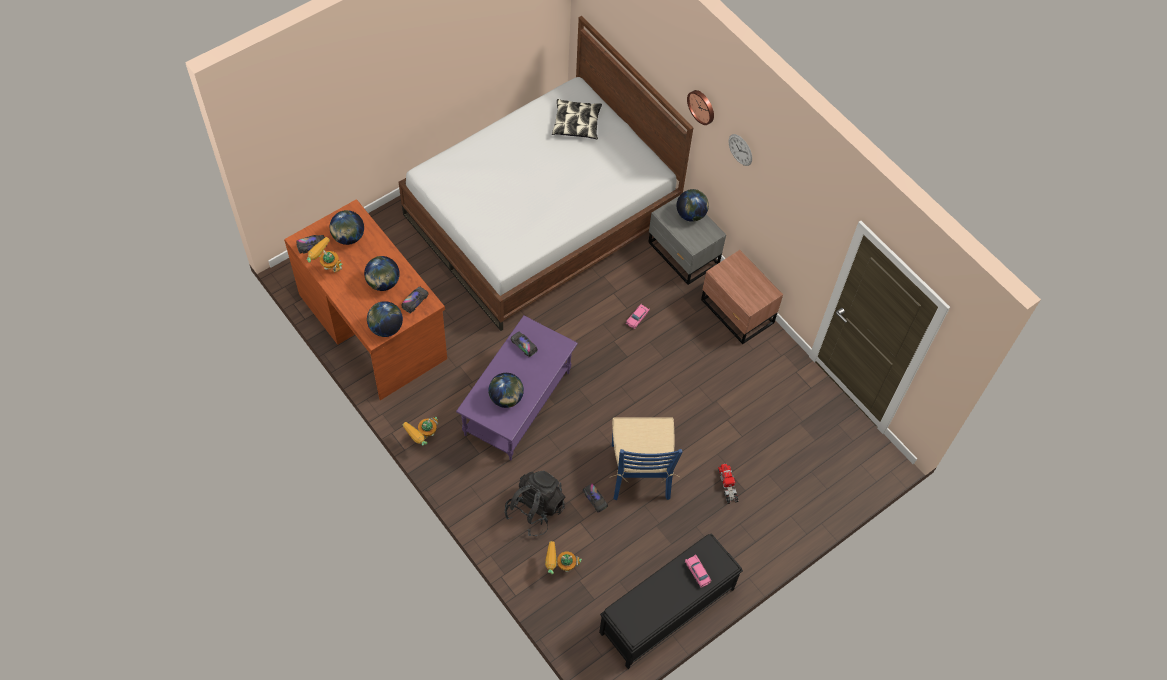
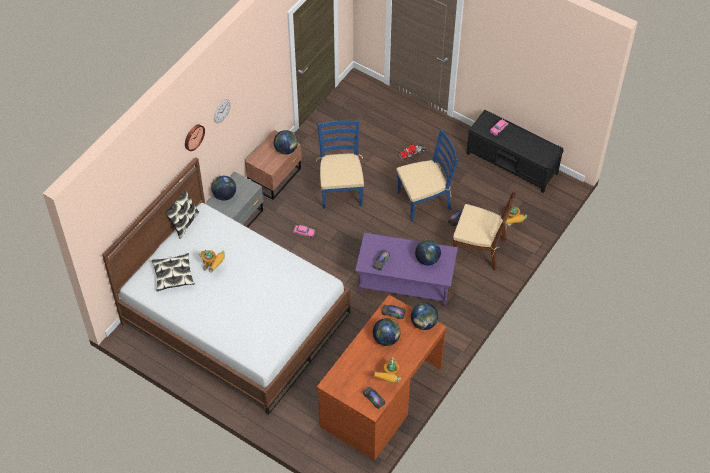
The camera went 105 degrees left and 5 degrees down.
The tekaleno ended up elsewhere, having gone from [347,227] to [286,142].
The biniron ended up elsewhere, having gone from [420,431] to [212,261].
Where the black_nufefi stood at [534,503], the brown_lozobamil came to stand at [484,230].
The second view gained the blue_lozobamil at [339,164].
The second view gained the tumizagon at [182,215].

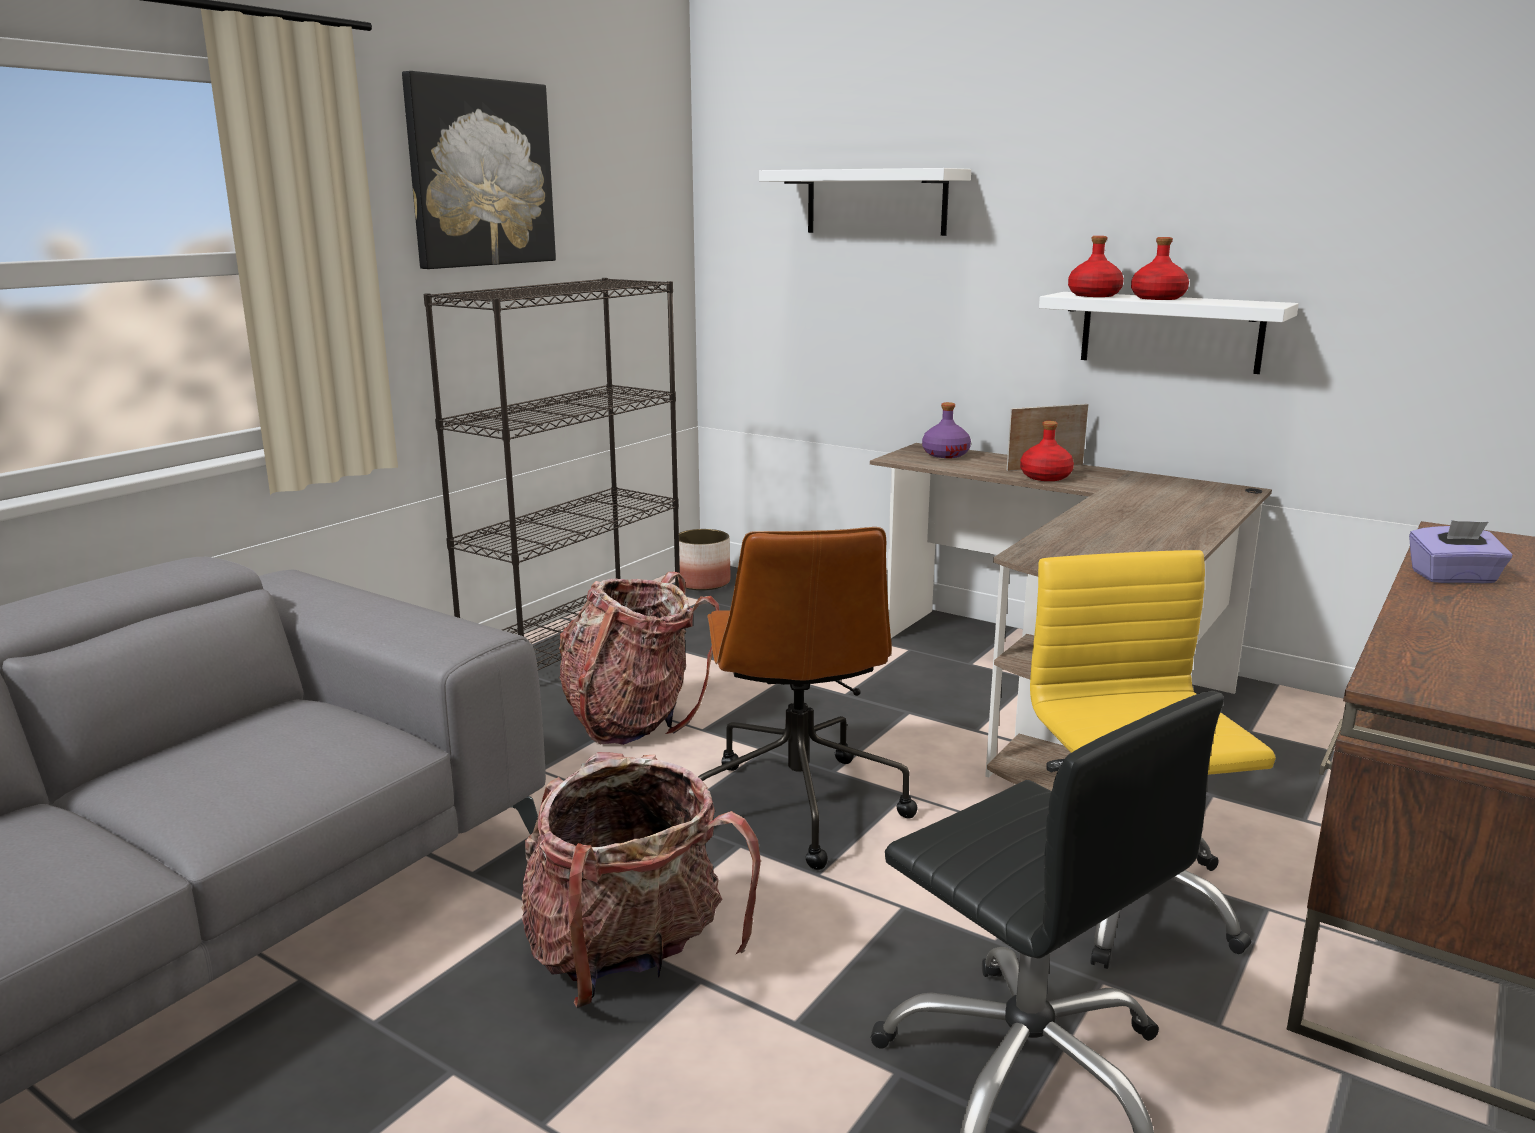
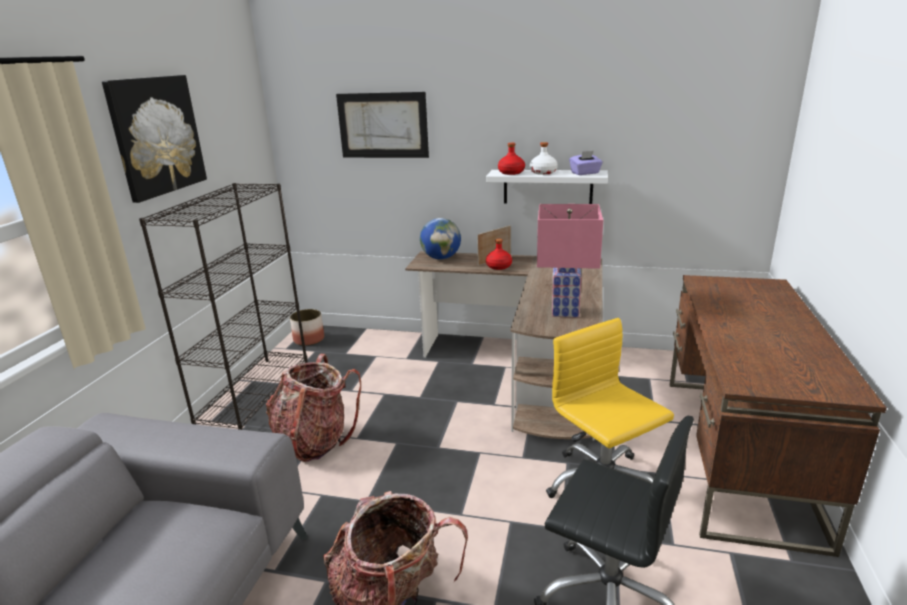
The camera went 20 degrees left and 5 degrees up.
Where the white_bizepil hung at [865,202], the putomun came to hang at [382,125].
What was the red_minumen at [1160,268] turned into the white_minumen at [544,158].
Where the purple_minumen stood at [946,430], the tekaleno came to stand at [440,238].
The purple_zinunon ended up elsewhere, having gone from [1460,551] to [586,163].
The second view lost the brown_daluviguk at [807,698].
The second view gained the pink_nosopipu at [570,261].

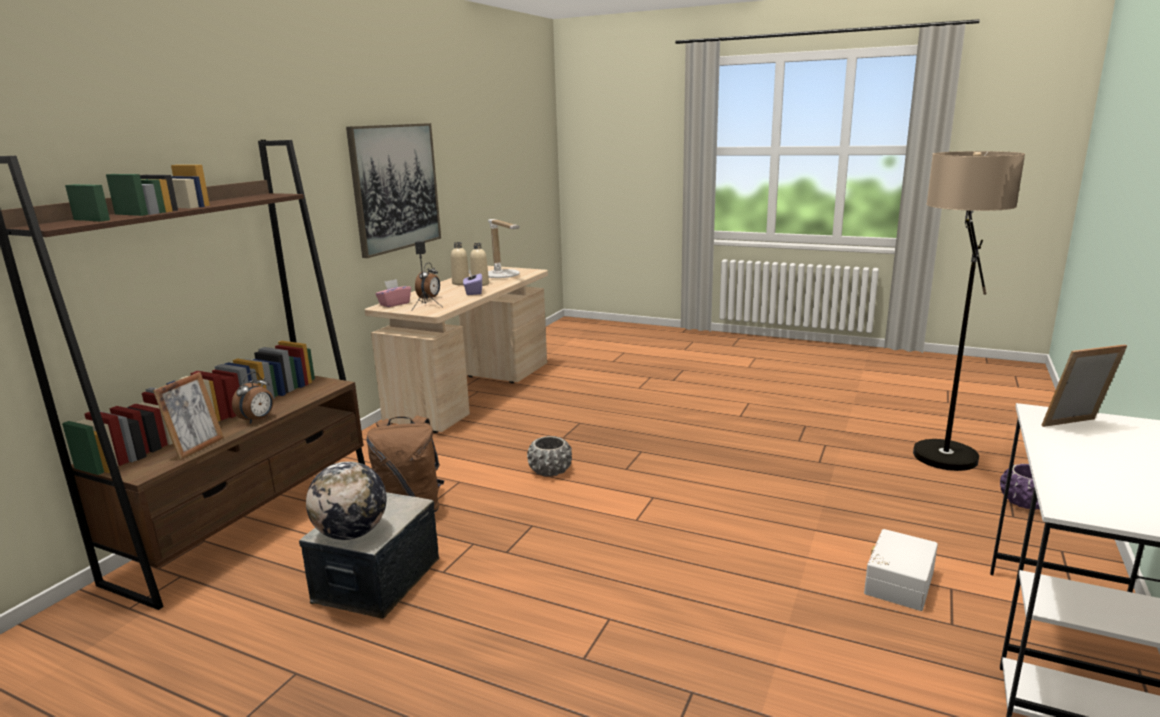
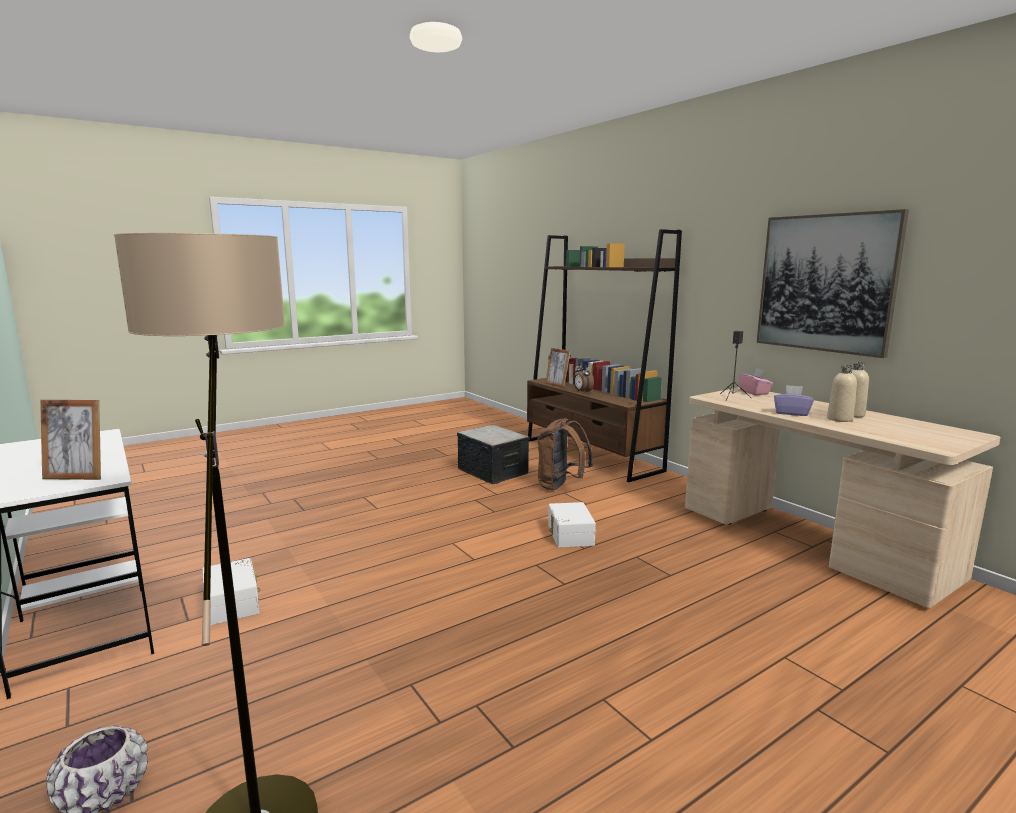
The camera went 120 degrees right and 5 degrees down.
The second view lost the nosopipu at [504,248].
The second view lost the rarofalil at [427,281].
The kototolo at [1084,385] ended up facing another way, 75 degrees clockwise from before.
Where the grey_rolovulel stood at [549,456], the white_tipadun came to stand at [572,525].
The second view lost the tekaleno at [346,500].

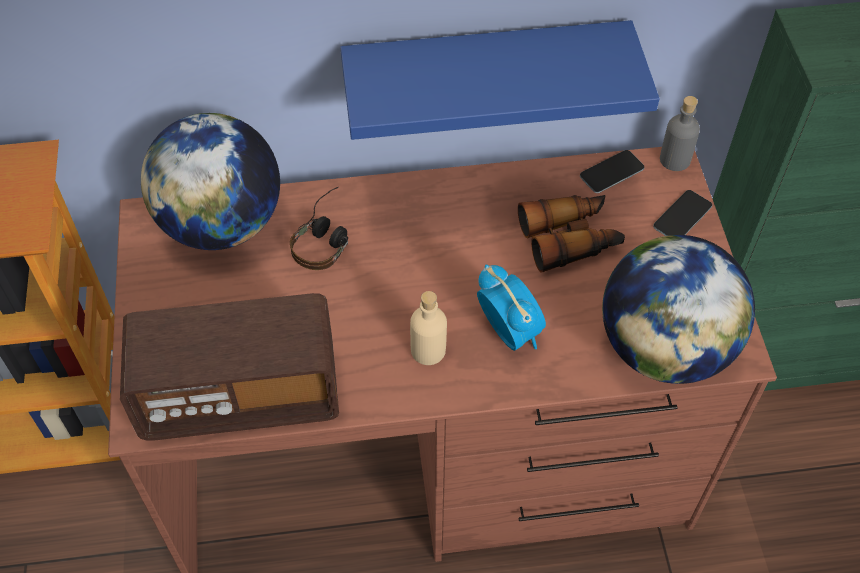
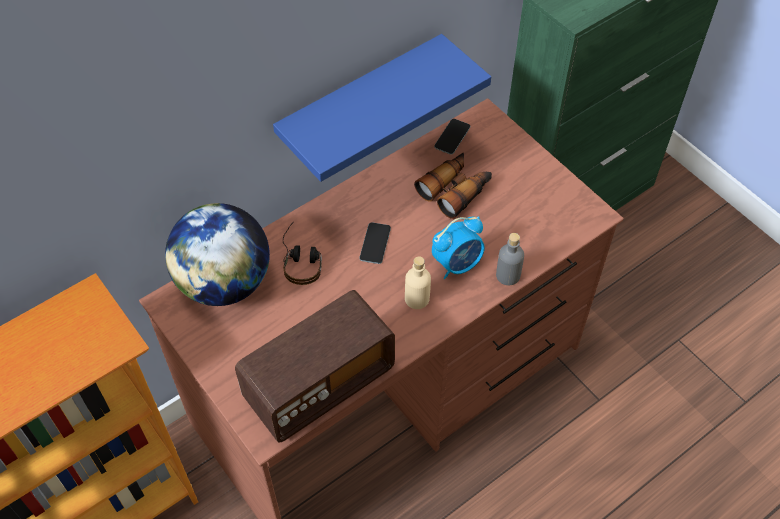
The camera went 30 degrees left and 0 degrees up.
The grey_minumen ended up elsewhere, having gone from [680,133] to [510,259].
The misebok ended up elsewhere, having gone from [682,213] to [375,243].
The second view lost the tekaleno at [678,309].
The rarofalil at [511,307] ended up facing another way, 120 degrees clockwise from before.

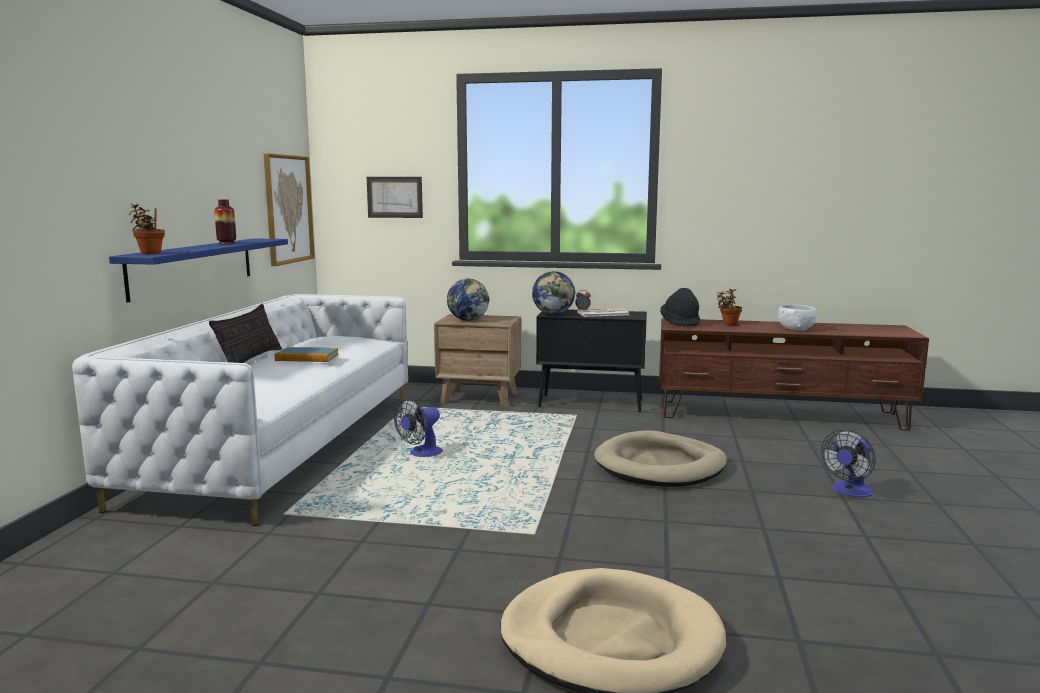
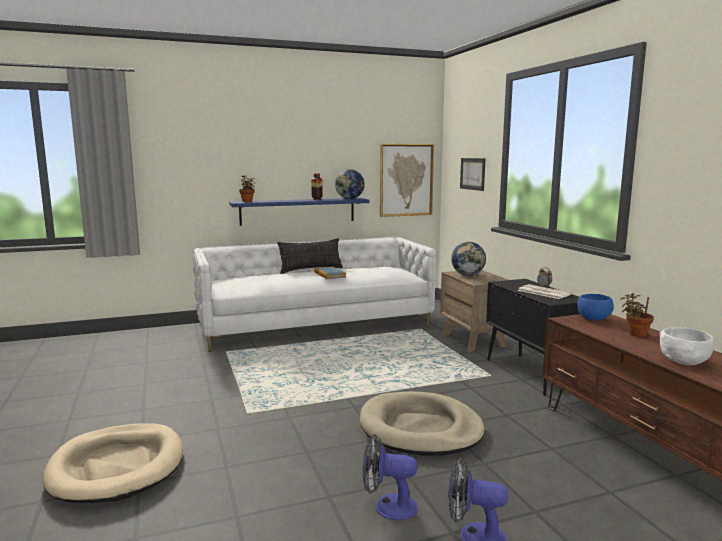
The camera went 60 degrees right and 0 degrees up.
The tekaleno ended up elsewhere, having gone from [553,293] to [350,184].
Where the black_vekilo stood at [680,307], the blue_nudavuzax came to stand at [595,307].
The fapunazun ended up elsewhere, having gone from [418,428] to [390,477].

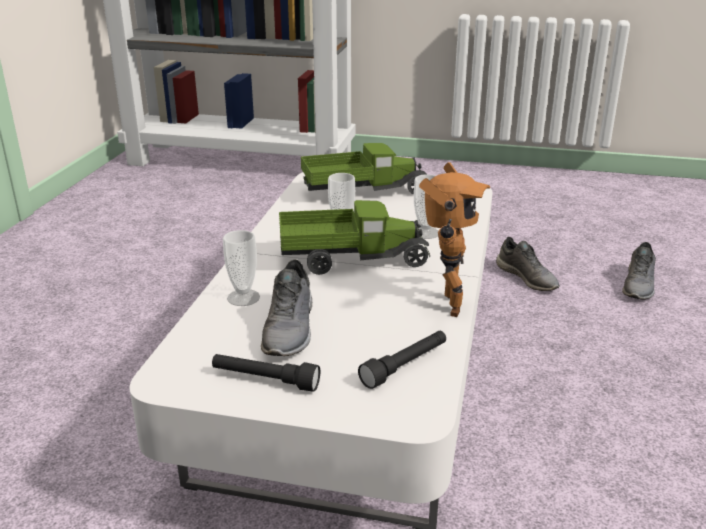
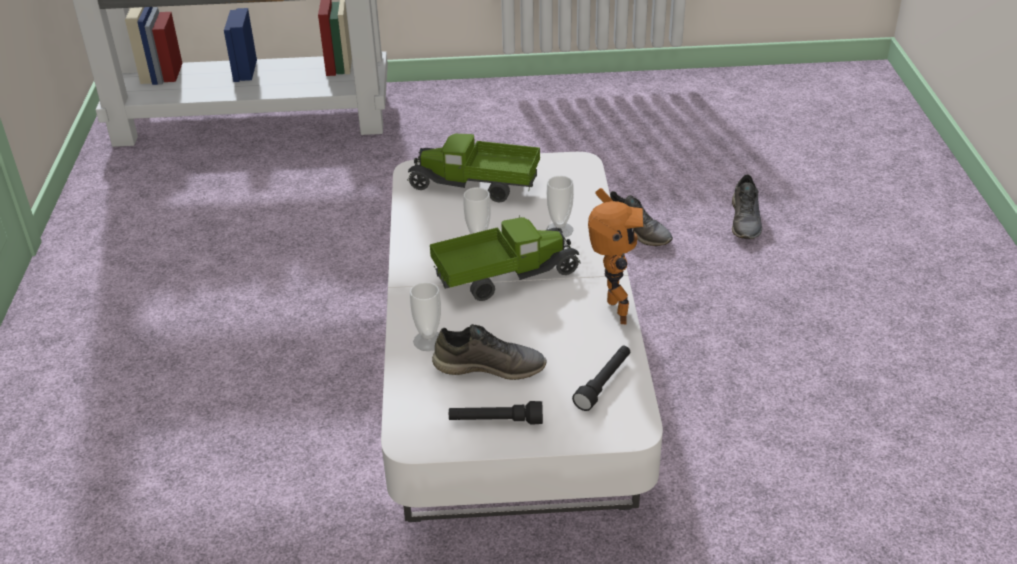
The camera went 15 degrees left and 10 degrees up.
The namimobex at [363,168] ended up facing another way, 135 degrees counterclockwise from before.
The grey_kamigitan at [286,307] ended up facing another way, 75 degrees counterclockwise from before.

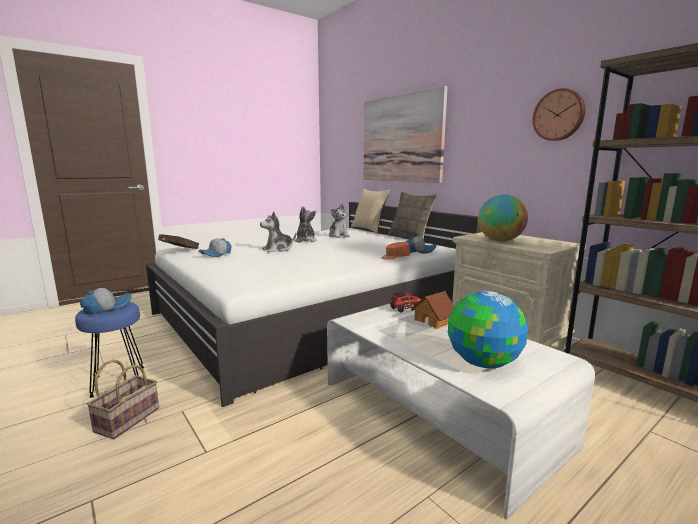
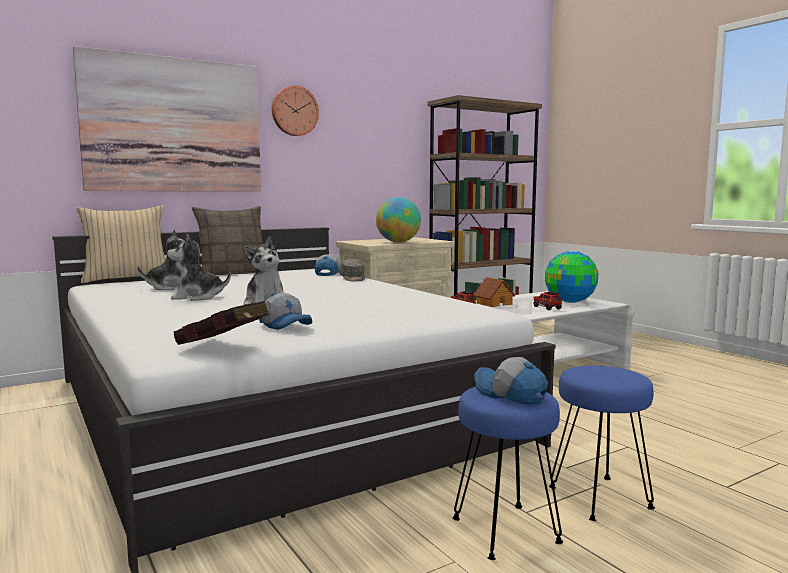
The camera went 85 degrees left and 5 degrees down.
The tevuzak ended up elsewhere, having gone from [558,114] to [295,110].
What was the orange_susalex at [395,251] turned into the grey_susalex at [352,270].
Where the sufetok stood at [123,399], the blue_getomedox came to stand at [602,443].
The second view gained the namimobex at [548,300].

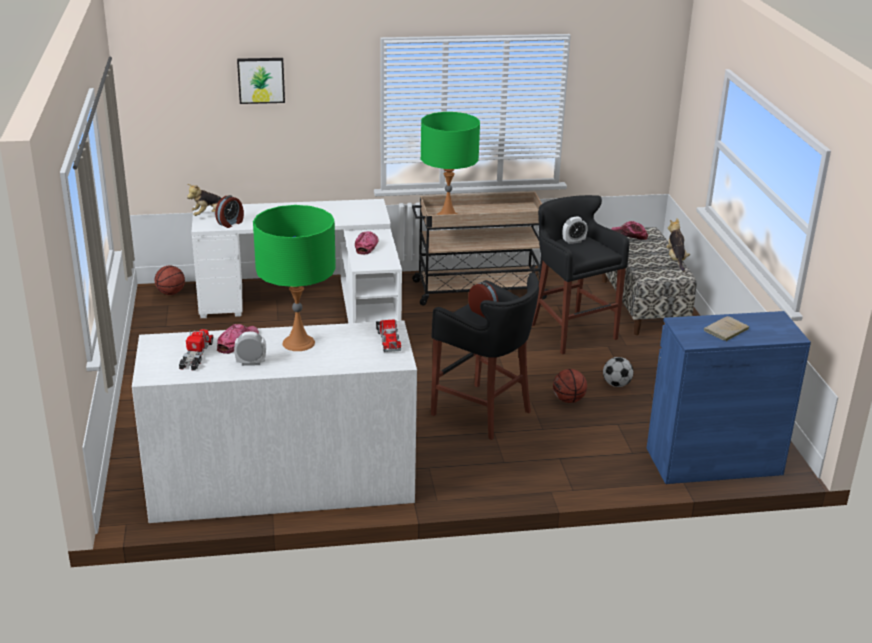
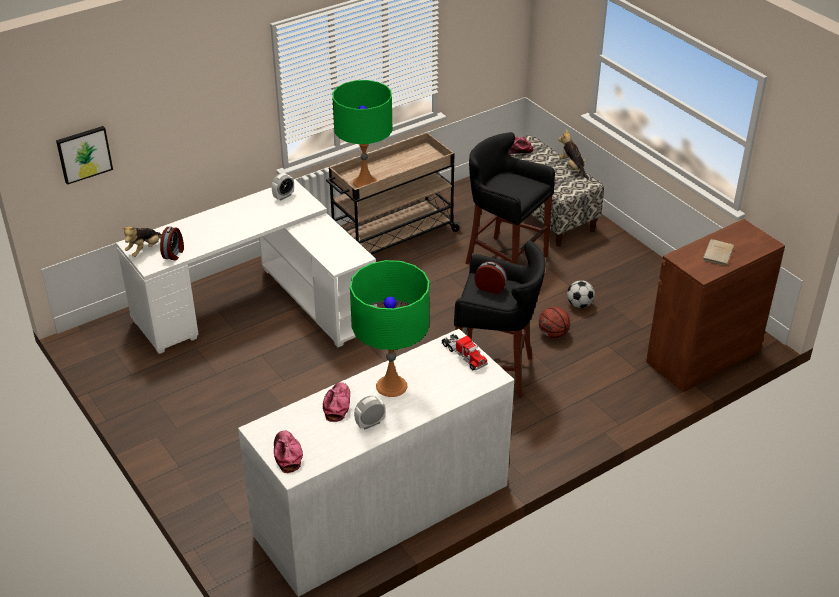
The camera went 25 degrees left and 10 degrees up.
The putomun ended up elsewhere, having gone from [261,81] to [84,155].
The rarofalil ended up elsewhere, having gone from [575,230] to [283,186].
The susalex ended up elsewhere, having gone from [367,242] to [288,451].
The second view lost the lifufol at [170,280].
What was the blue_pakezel at [729,397] turned into the brown_pakezel at [715,305].
The second view lost the namimobex at [196,350].

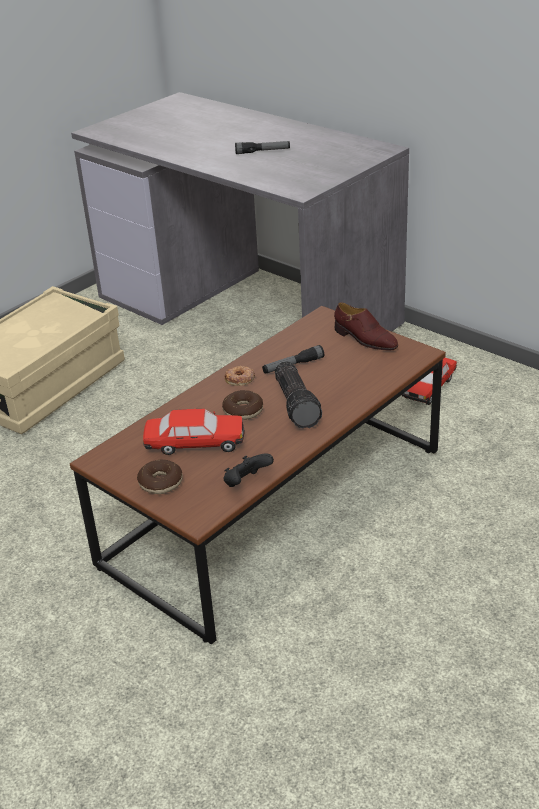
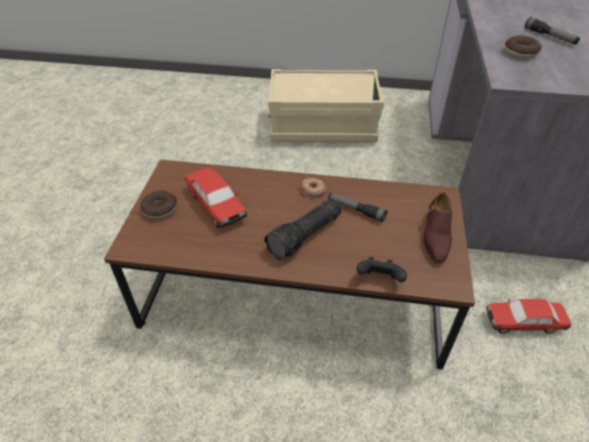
The camera went 55 degrees right and 10 degrees up.
The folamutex ended up elsewhere, having gone from [242,405] to [523,47].
The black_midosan ended up elsewhere, having gone from [248,470] to [382,269].

